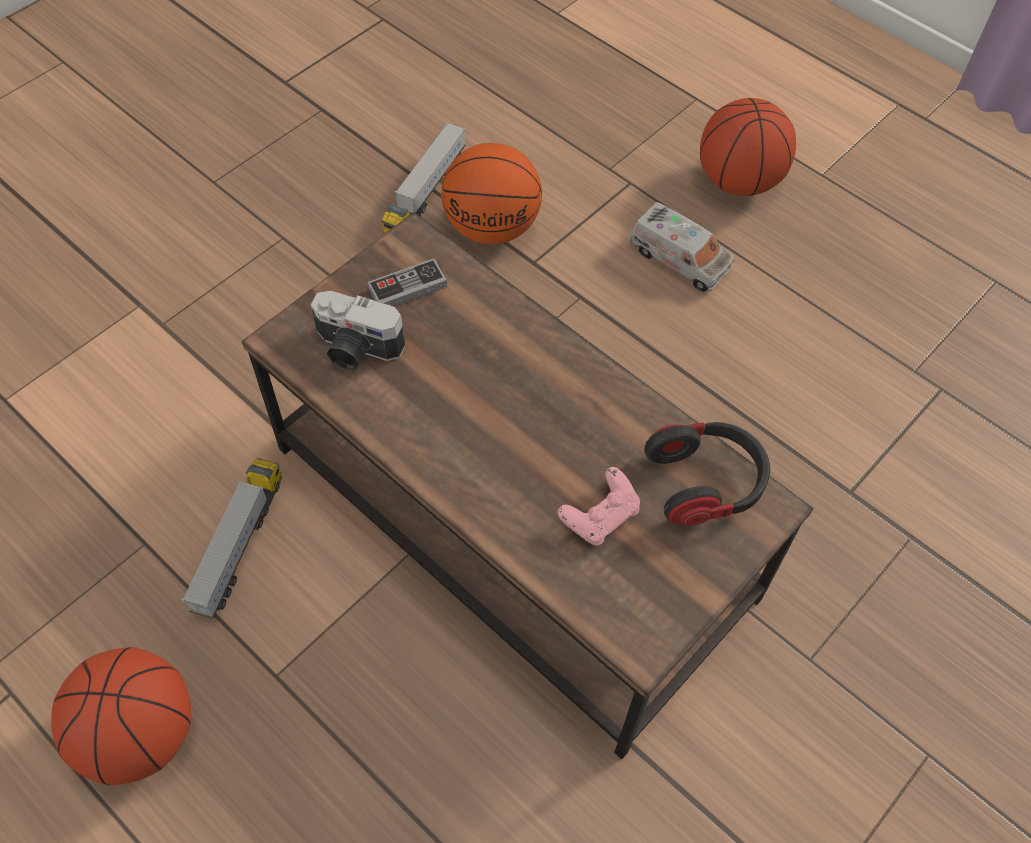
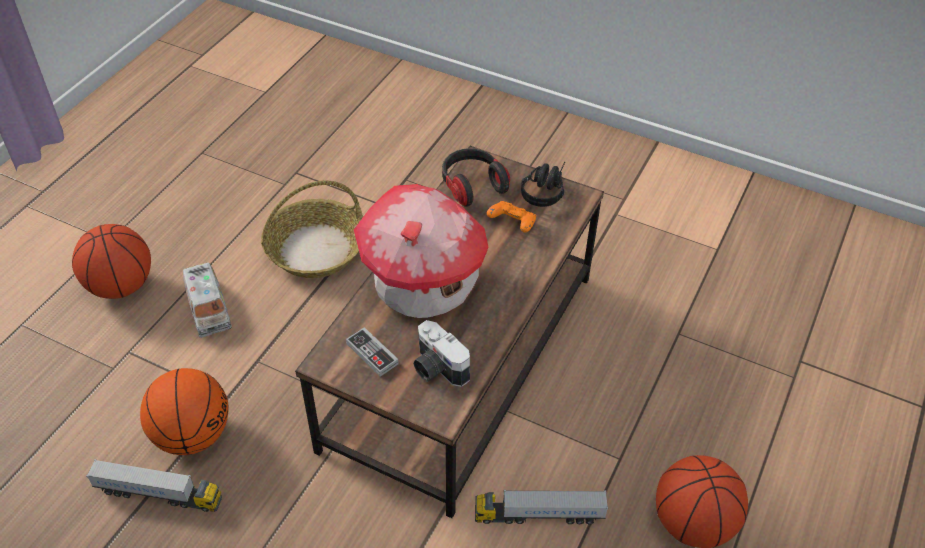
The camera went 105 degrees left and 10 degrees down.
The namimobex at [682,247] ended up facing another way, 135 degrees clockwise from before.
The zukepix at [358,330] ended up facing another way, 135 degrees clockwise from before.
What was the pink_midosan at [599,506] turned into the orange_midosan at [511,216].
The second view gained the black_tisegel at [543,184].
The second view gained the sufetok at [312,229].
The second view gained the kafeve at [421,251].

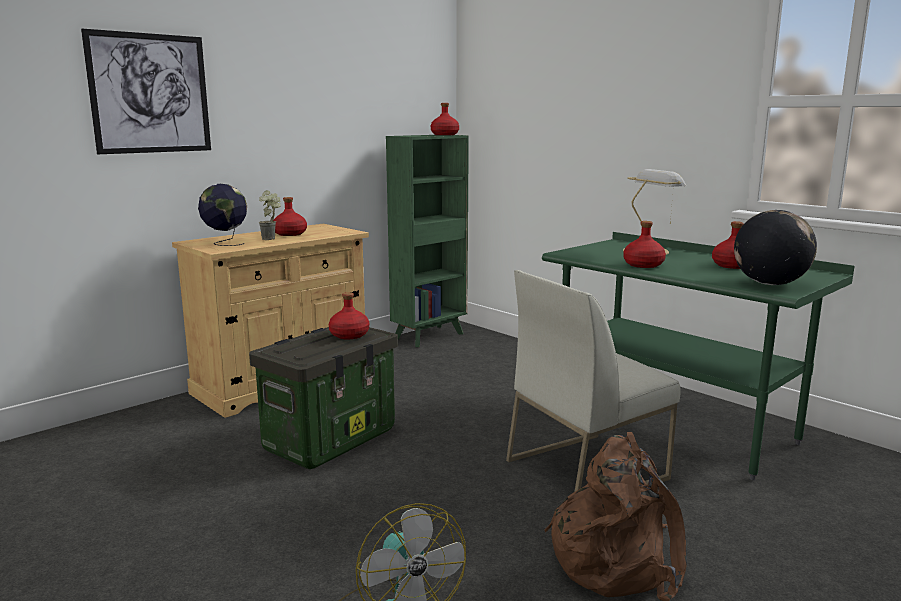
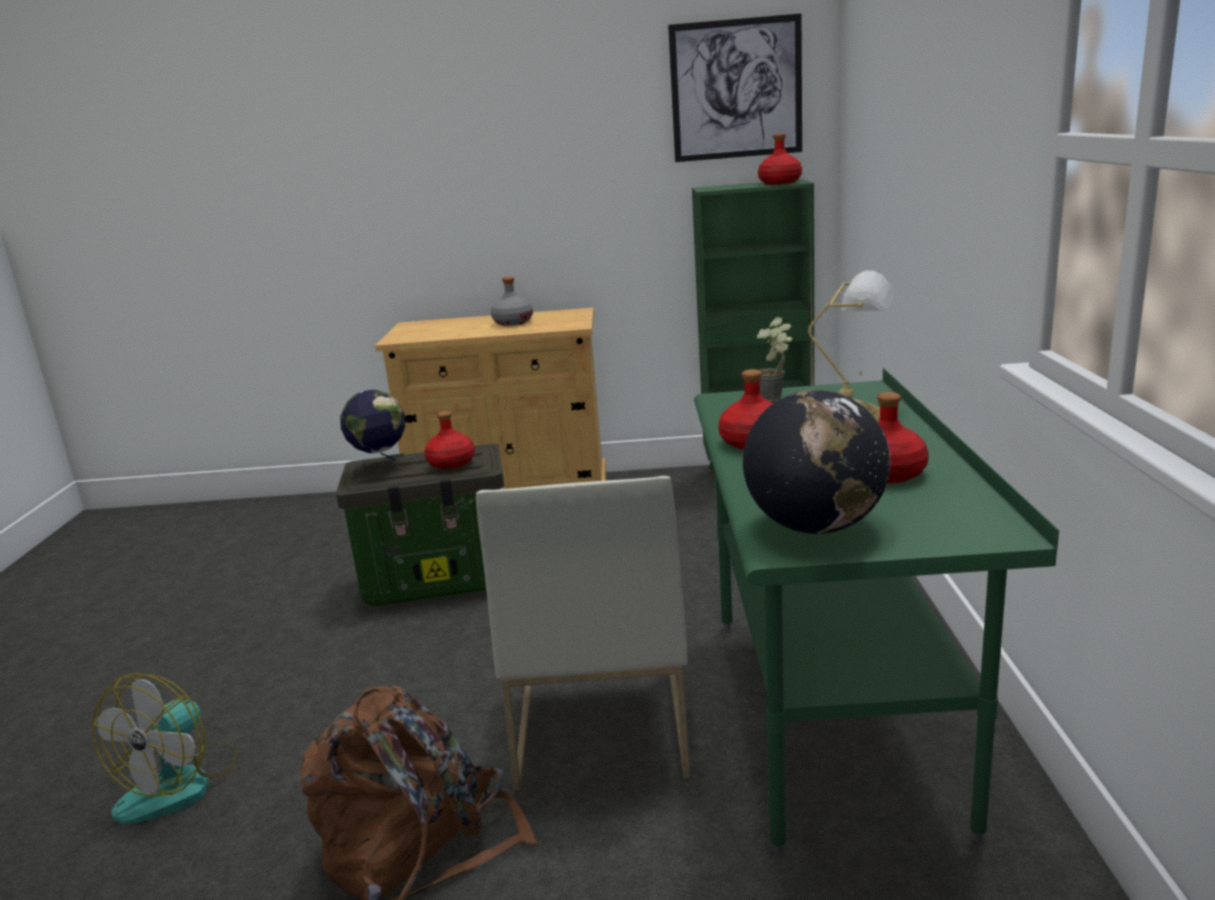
The camera went 45 degrees right and 5 degrees up.
The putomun ended up elsewhere, having gone from [146,91] to [735,87].
The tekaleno ended up elsewhere, having gone from [222,215] to [372,433].
The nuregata ended up elsewhere, having gone from [270,215] to [774,360].
What was the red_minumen at [290,216] turned into the grey_minumen at [512,301].
The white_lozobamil at [593,380] ended up facing another way, 105 degrees counterclockwise from before.

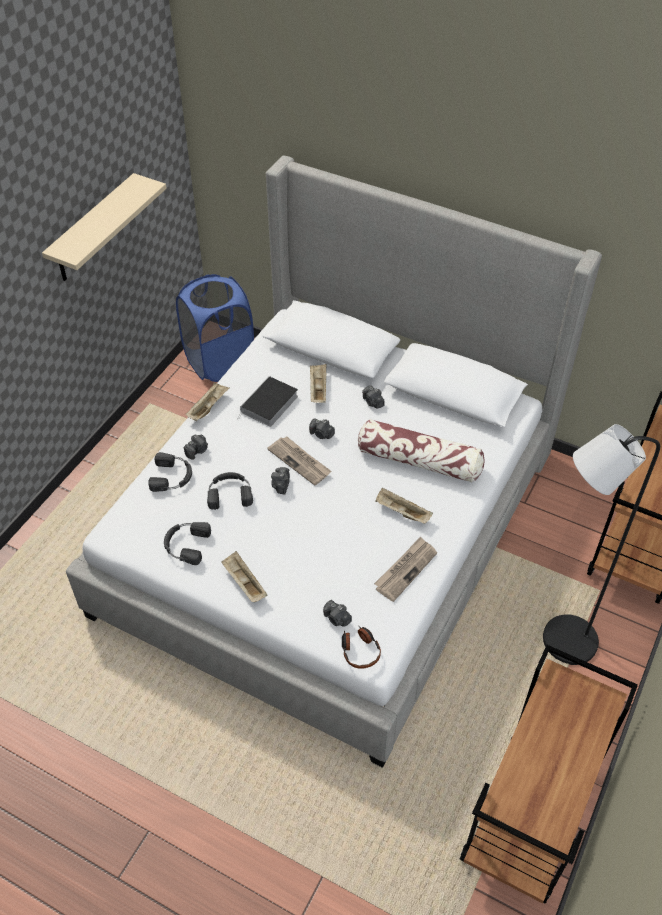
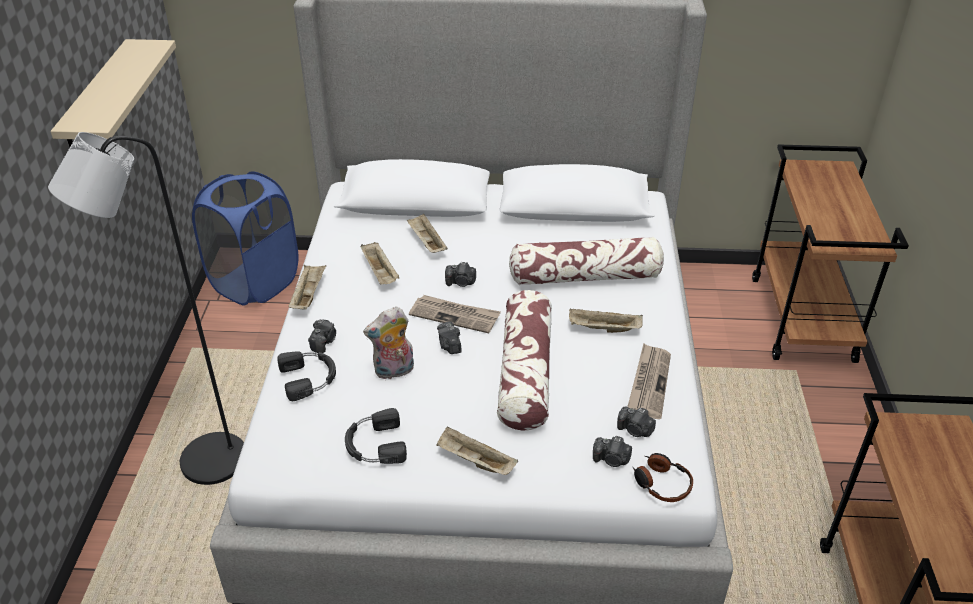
The camera went 25 degrees left and 10 degrees down.
Where the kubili stood at [267,401], the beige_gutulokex came to stand at [380,263].
The zukepix ended up elsewhere, having gone from [373,397] to [636,422].
The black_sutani ended up elsewhere, having gone from [601,544] to [146,308].
Where the black_tisegel stood at [230,491], the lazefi came to stand at [388,343].
The second view gained the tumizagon at [524,360].

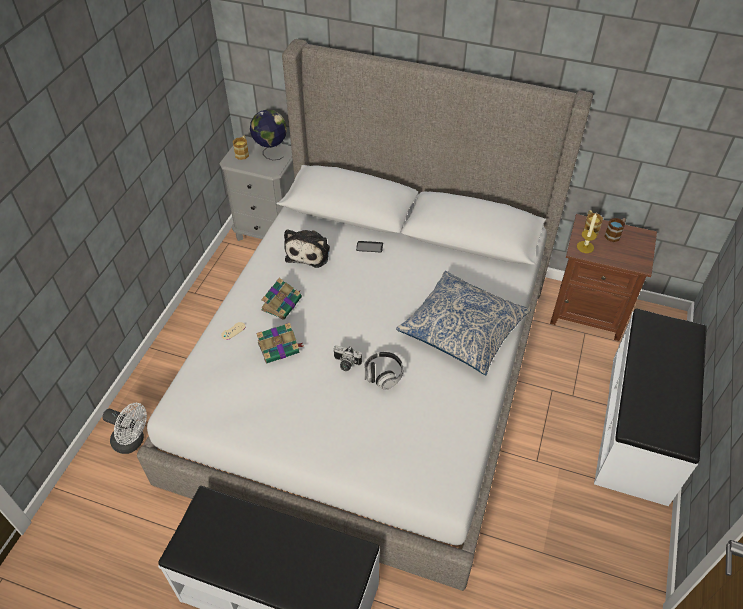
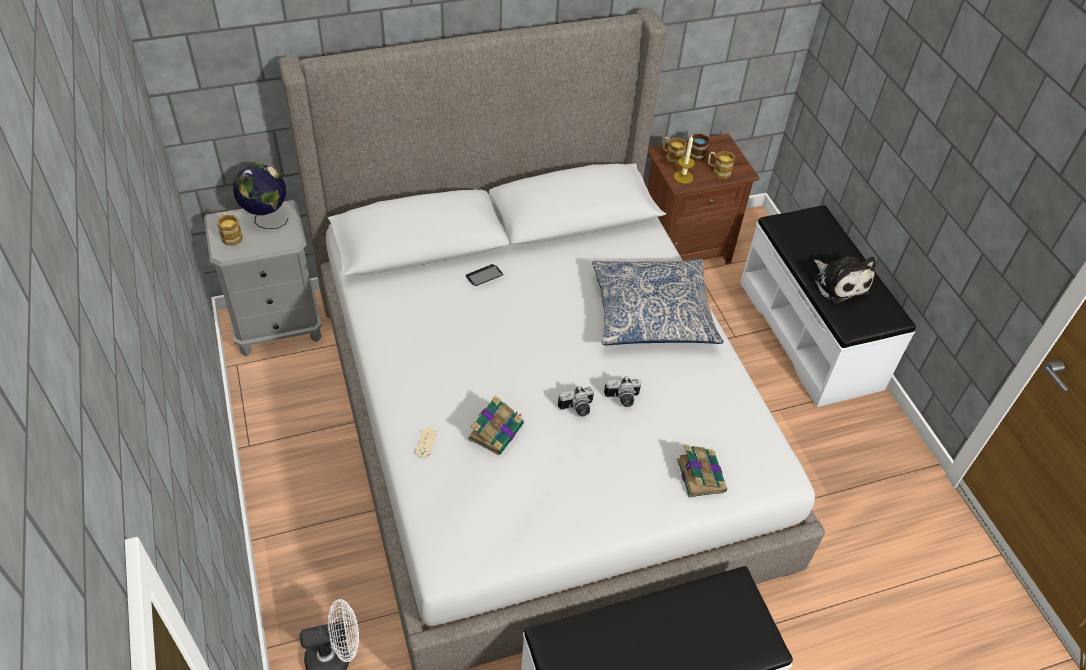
The camera went 40 degrees left and 0 degrees up.
The lazefi ended up elsewhere, having gone from [307,248] to [844,280].
The kubili ended up elsewhere, having gone from [281,299] to [702,471].
Where the tisegel stood at [384,371], the zukepix came to stand at [622,391].
The second view gained the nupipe at [721,165].

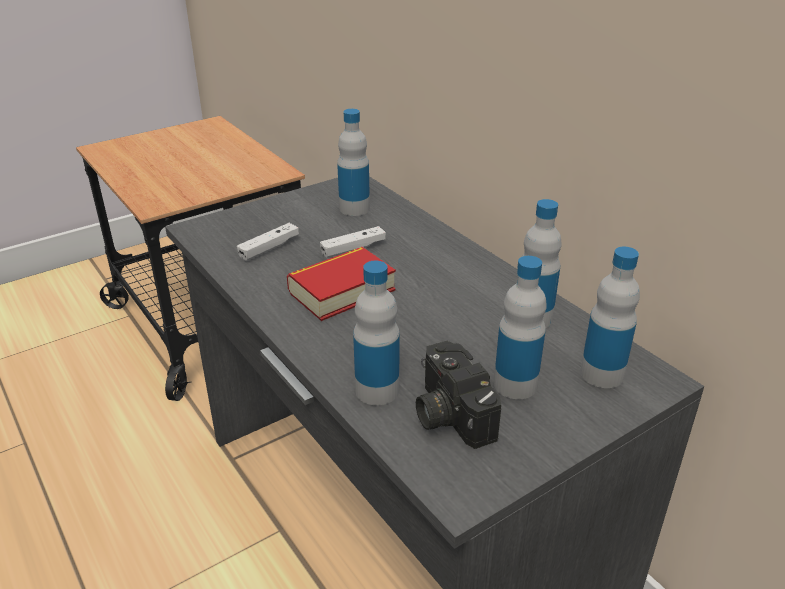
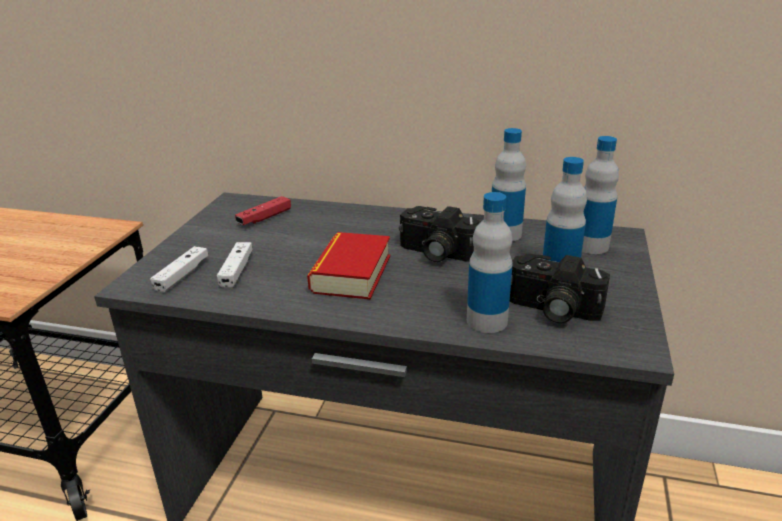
The camera went 40 degrees left and 5 degrees down.
Where the minumen stood at [353,162], the red_midosan came to stand at [263,210].
The white_midosan ended up elsewhere, having gone from [353,242] to [179,269].
The second view gained the zukepix at [440,234].

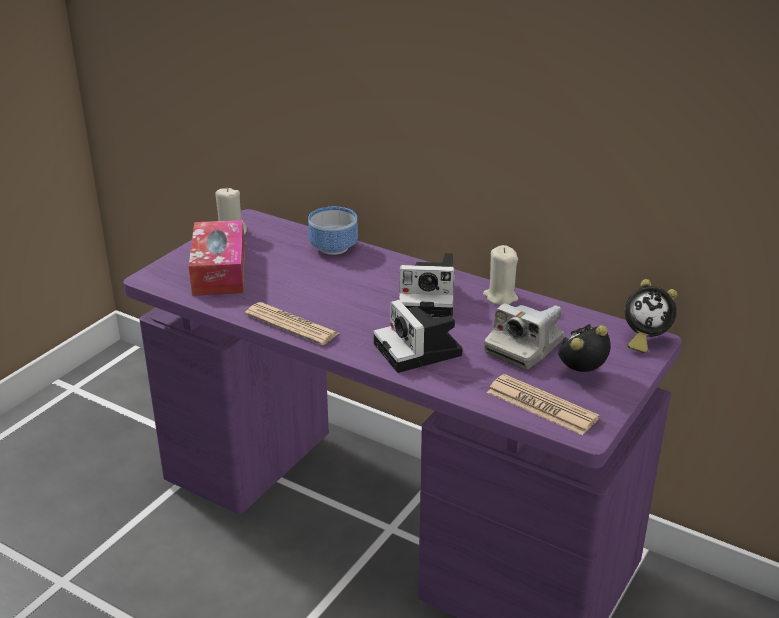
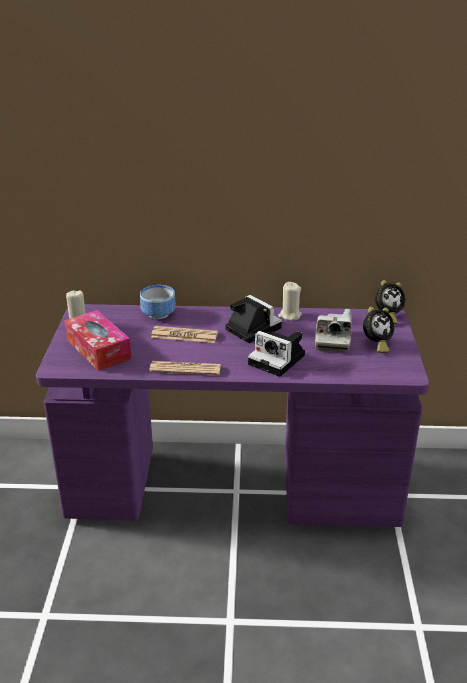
The camera went 30 degrees left and 0 degrees up.
The zukepix at [427,285] ended up facing another way, 105 degrees counterclockwise from before.
The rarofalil at [584,348] ended up facing another way, 150 degrees counterclockwise from before.
The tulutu ended up elsewhere, having gone from [543,404] to [184,334].

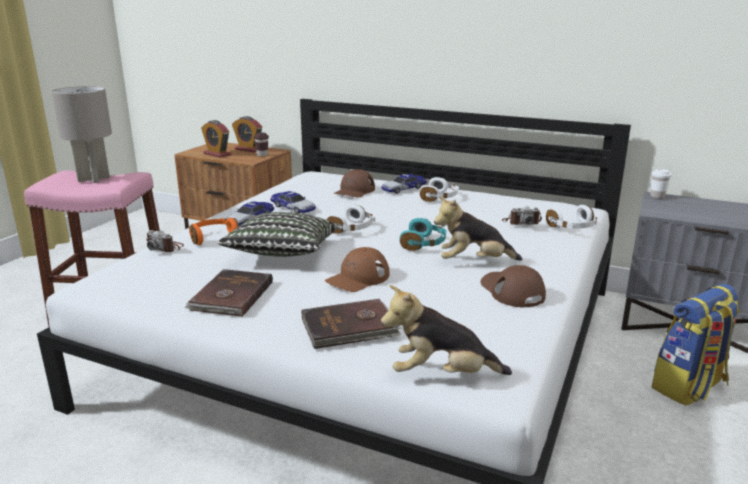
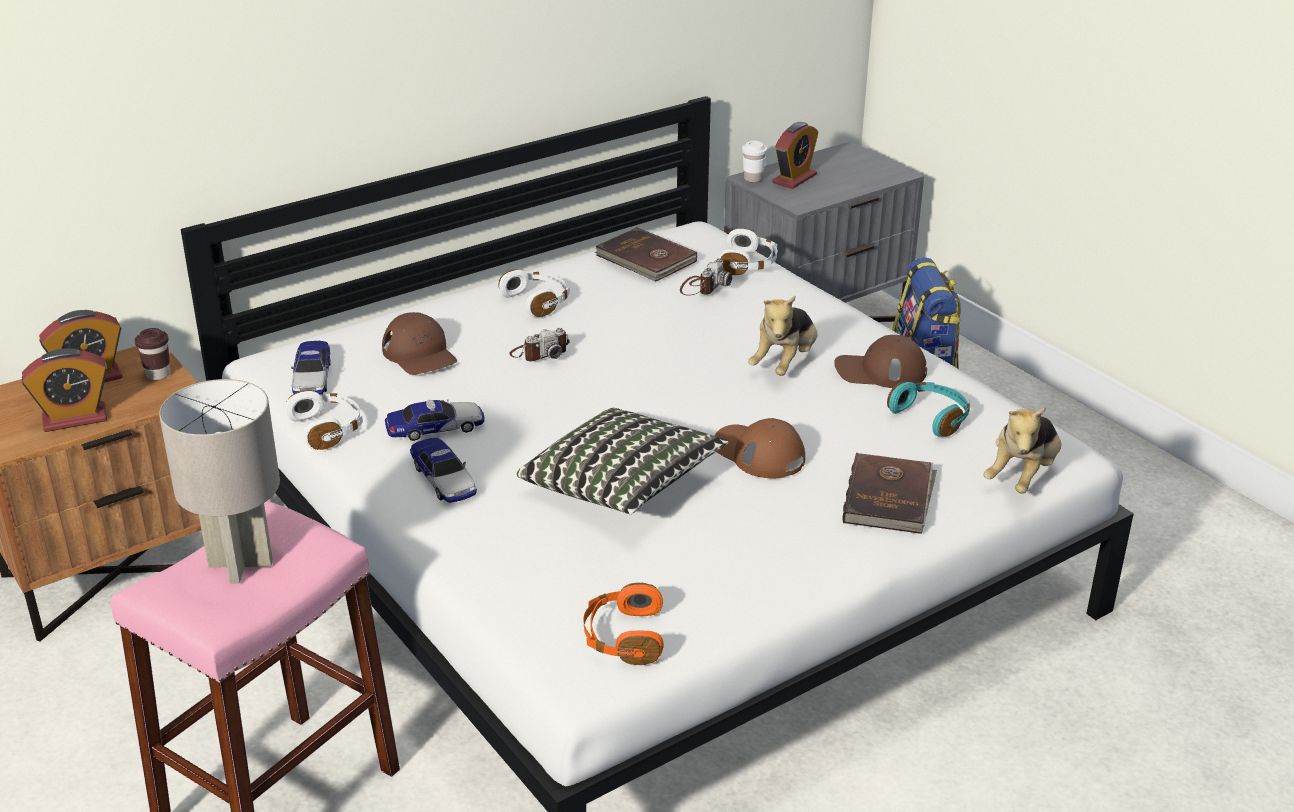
The camera went 60 degrees left and 10 degrees up.
The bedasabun ended up elsewhere, having gone from [404,184] to [310,368].
The white_tisegel ended up elsewhere, having gone from [351,219] to [324,420].
The orange_tisegel ended up elsewhere, having gone from [214,231] to [623,624].
The turquoise_tisegel ended up elsewhere, having gone from [423,234] to [928,409].
The zukepix ended up elsewhere, having gone from [165,241] to [539,344].
The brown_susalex at [357,269] ended up facing another way, 150 degrees clockwise from before.
The brown_kubili ended up elsewhere, having gone from [228,293] to [646,254].
The second view gained the rarofalil at [795,155].

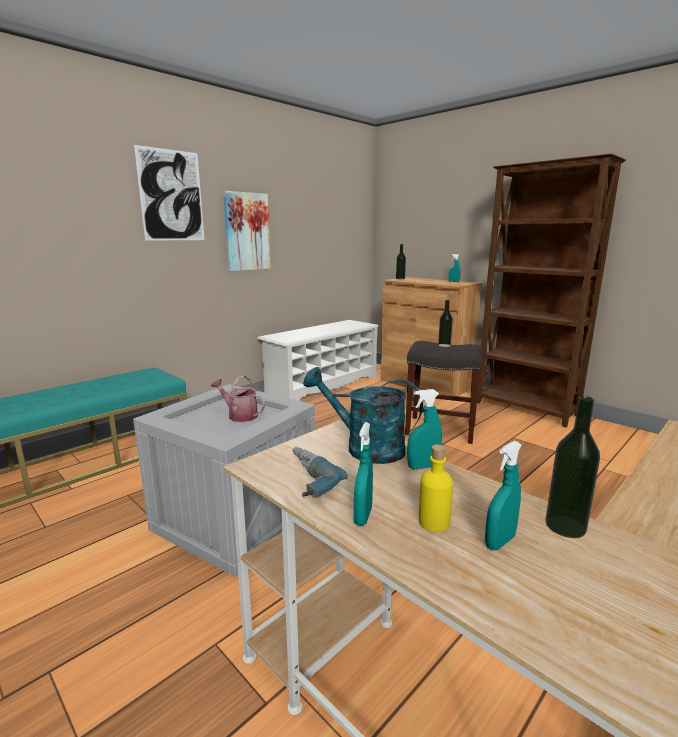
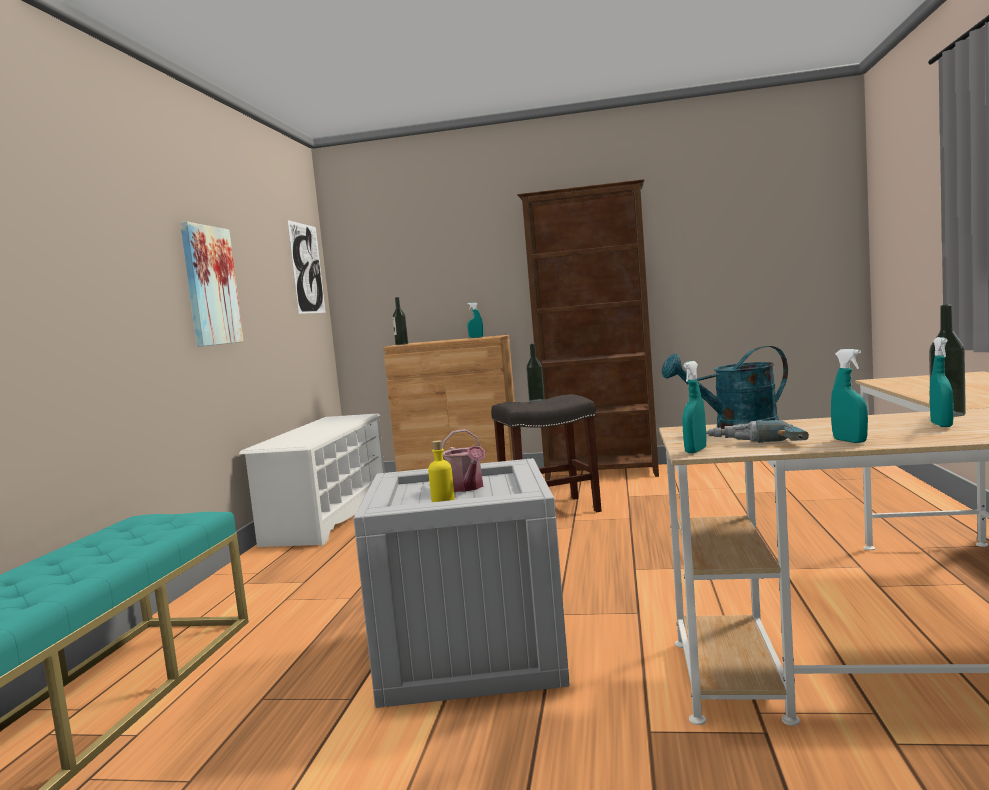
The camera went 35 degrees left and 10 degrees down.
The putomun ended up elsewhere, having gone from [169,193] to [306,267].
The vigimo at [238,398] ended up facing another way, 105 degrees counterclockwise from before.
The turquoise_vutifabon ended up elsewhere, having gone from [424,429] to [694,407].
The yellow_minumen ended up elsewhere, having gone from [436,488] to [441,471].

